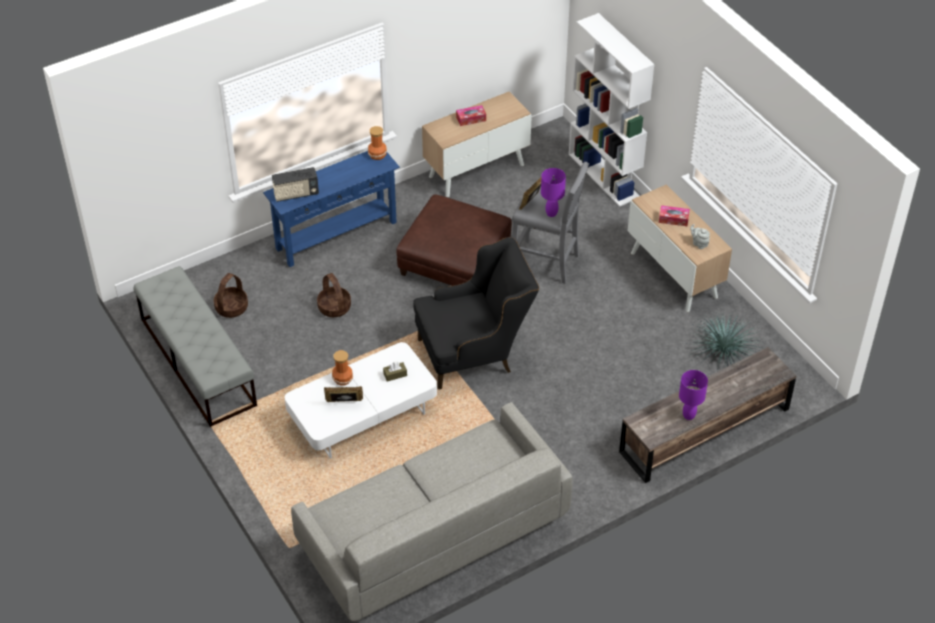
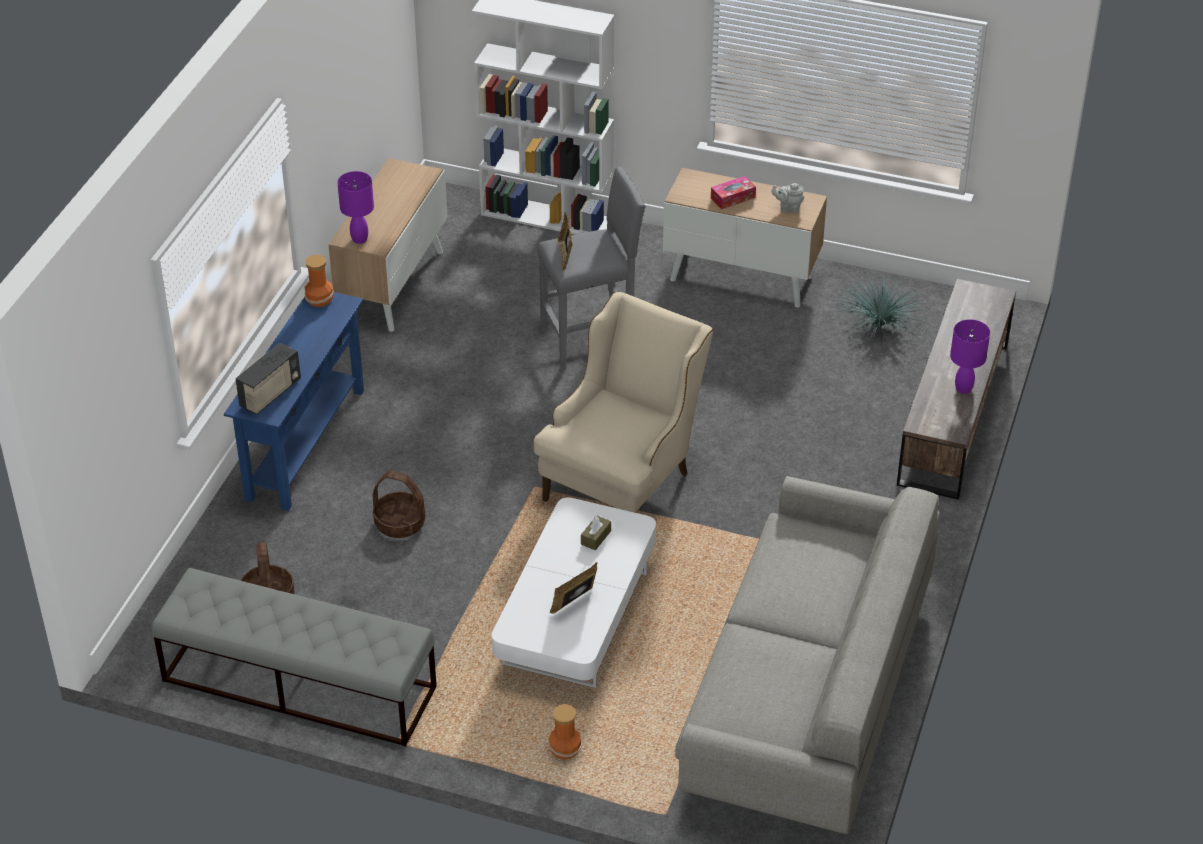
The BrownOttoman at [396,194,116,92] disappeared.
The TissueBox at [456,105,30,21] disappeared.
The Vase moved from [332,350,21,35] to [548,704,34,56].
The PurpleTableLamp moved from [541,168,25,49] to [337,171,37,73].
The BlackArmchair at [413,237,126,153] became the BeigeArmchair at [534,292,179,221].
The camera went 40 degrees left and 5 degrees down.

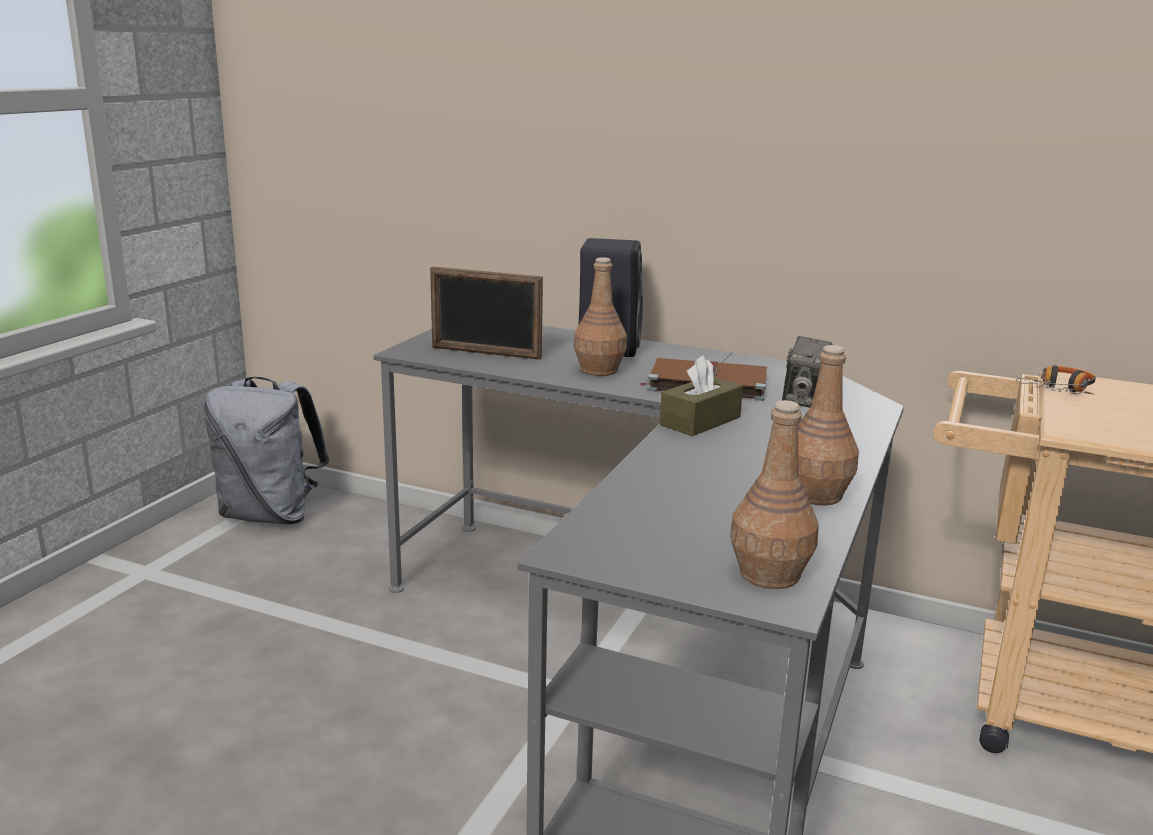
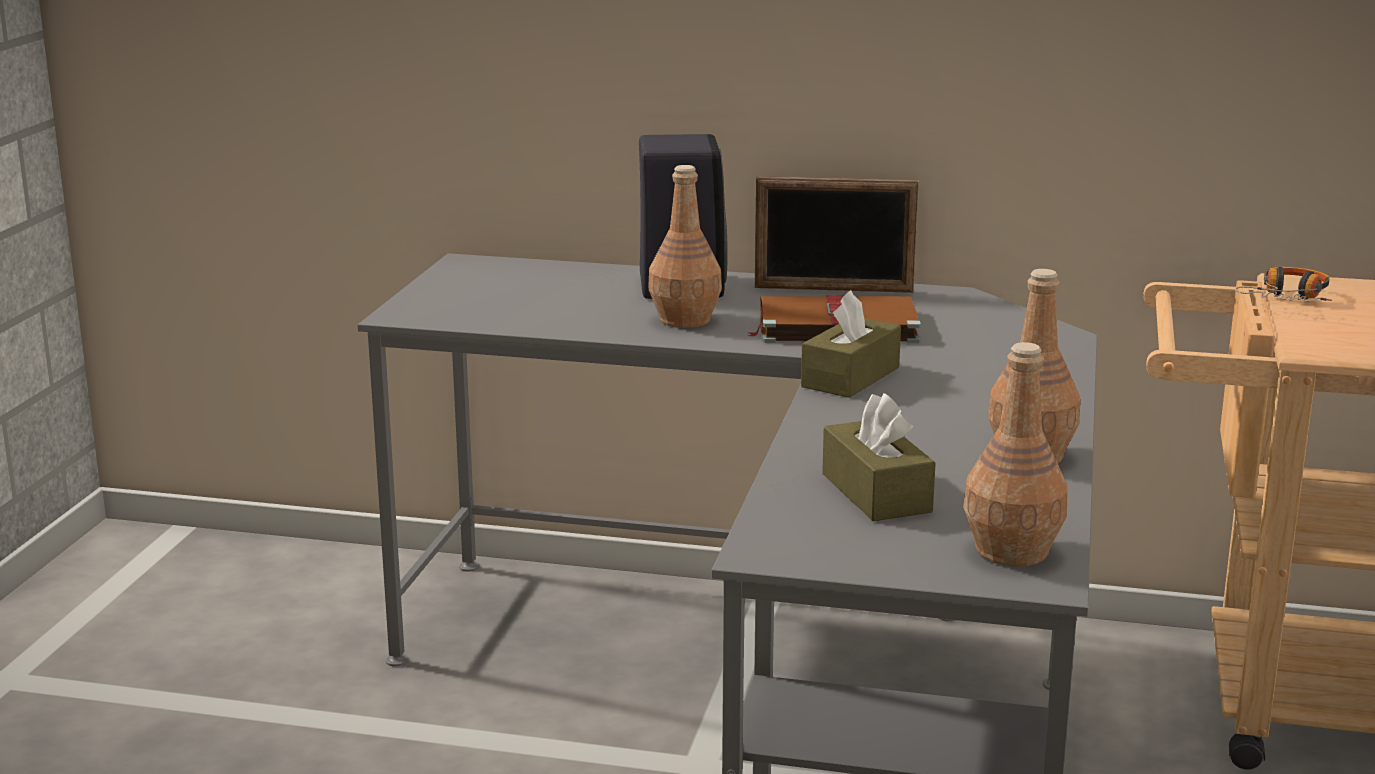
The GreyBackpack at [204,377,125,147] disappeared.
The PhotoCamera at [782,336,50,72] disappeared.
The BrownTissueBox at [822,393,114,128] appeared.
The PictureFrame moved from [430,267,113,93] to [755,176,164,117].
The camera went 10 degrees left and 0 degrees up.

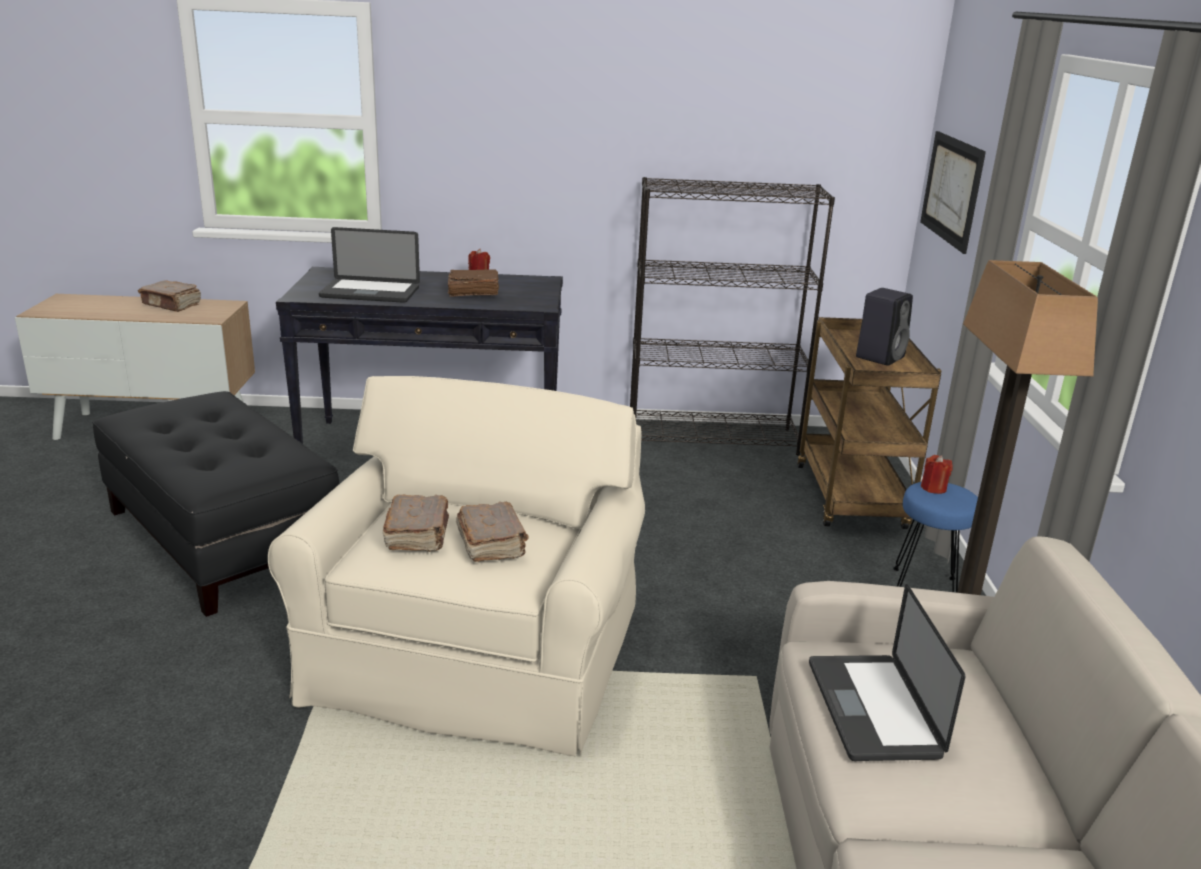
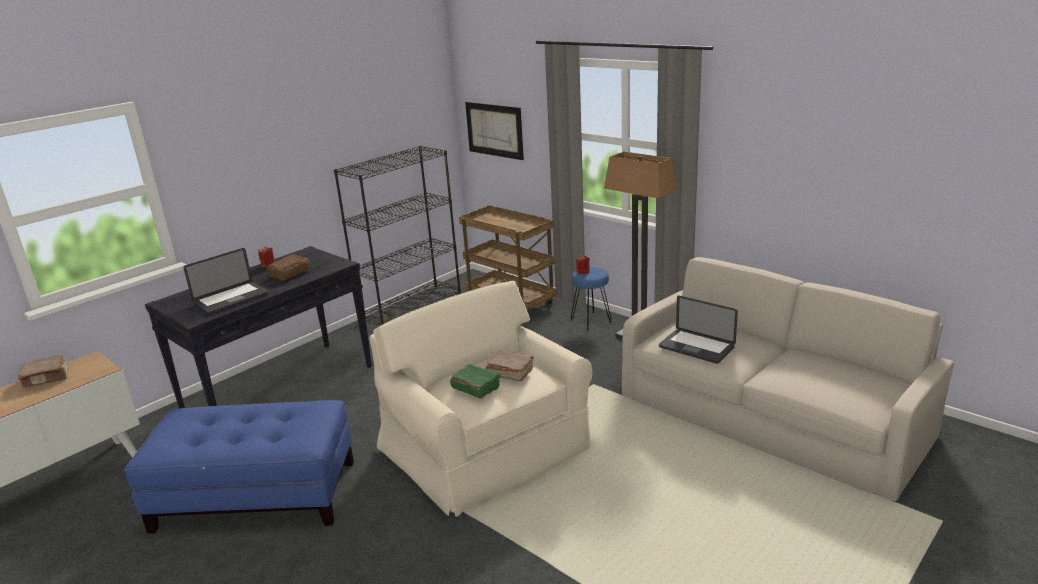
The BlackSpeaker at [856,288,57,78] disappeared.
The BlackOttoman at [92,391,248,226] became the BlueOttoman at [124,400,230,133].
The BrownBook at [383,495,66,57] became the GreenBook at [450,364,51,35].
The camera went 45 degrees left and 0 degrees up.

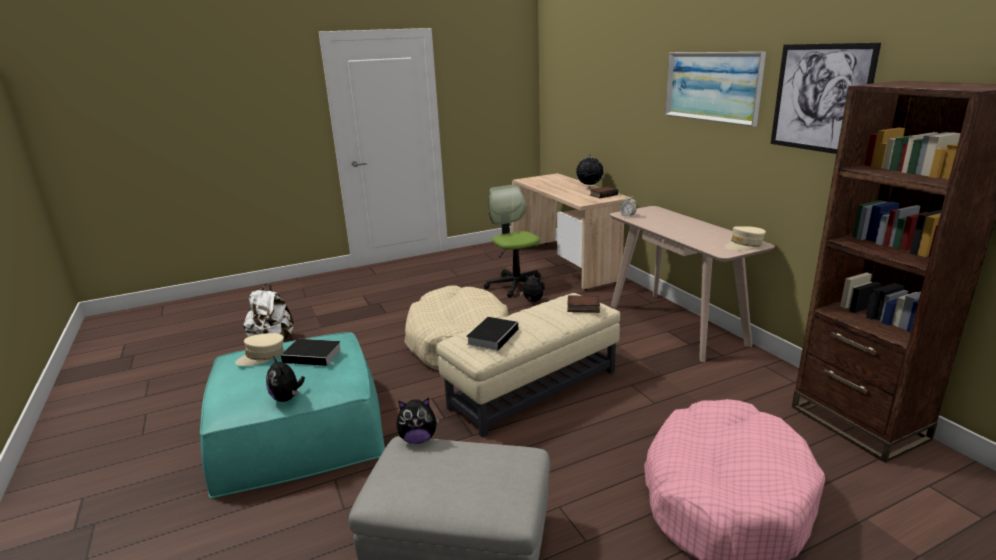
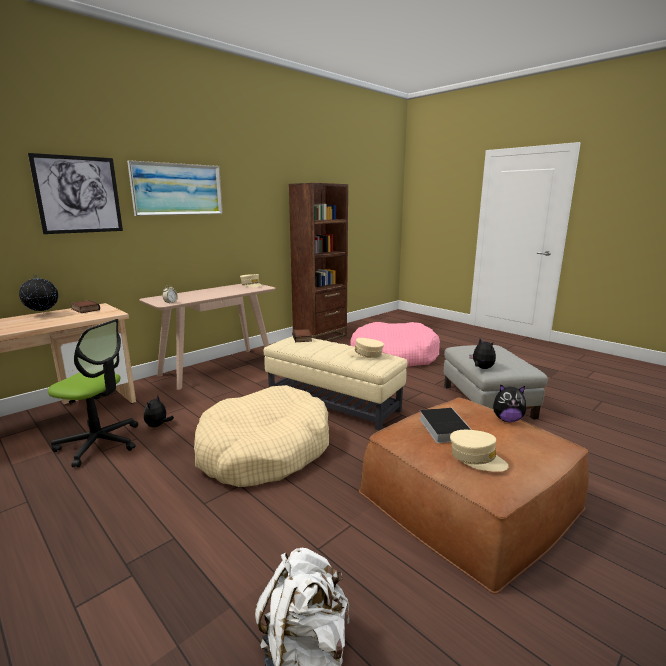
The Picture moved from [771,43,110,111] to [28,153,95,81].
The Book at [466,317,54,34] was replaced by the BeigeCap at [347,338,37,20].
The TurquoiseOttoman at [200,332,185,166] became the BrownOttoman at [359,397,230,197].
The PlushToy at [266,356,39,46] turned 60 degrees clockwise.
The OfficeChair at [484,184,61,114] turned 120 degrees counterclockwise.
The camera went 110 degrees left and 5 degrees down.

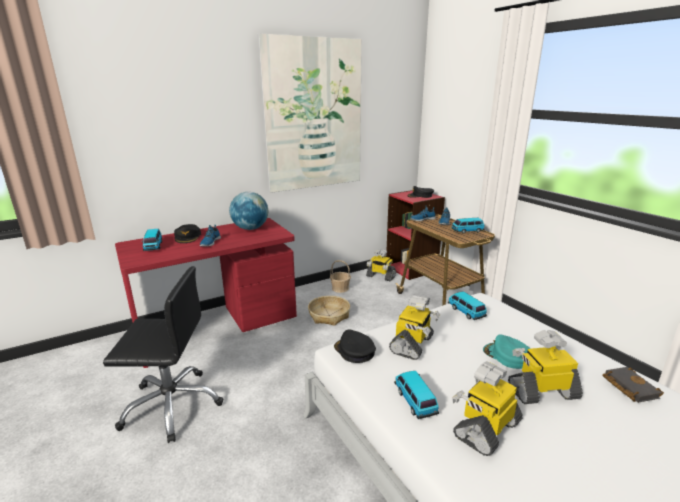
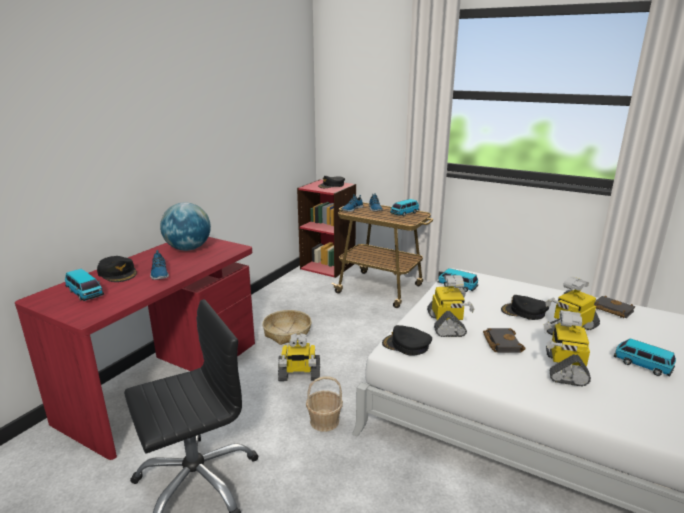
The Picture at [257,33,105,160] disappeared.
The BlackBook at [483,328,43,25] appeared.
The Basket moved from [330,260,21,33] to [306,376,37,56].
The ToyRobot moved from [366,249,30,32] to [278,333,42,48].
The ToyCar moved from [394,371,45,48] to [614,339,62,37].
The TurquoiseCap at [483,334,48,35] became the BlackCap at [501,295,48,25].
The camera went 30 degrees left and 0 degrees up.

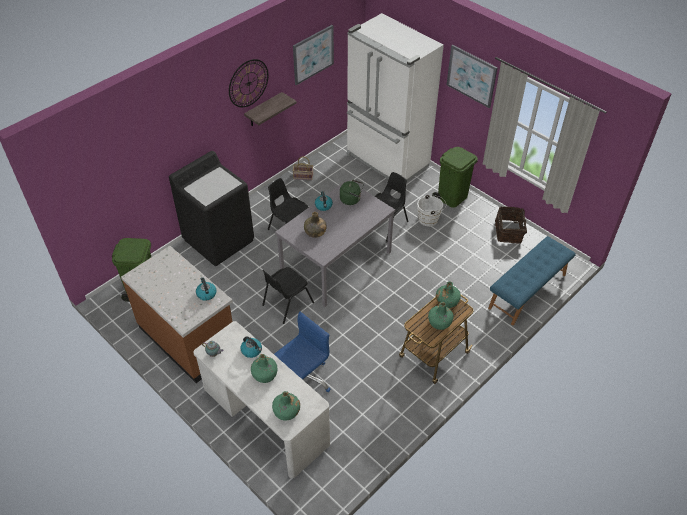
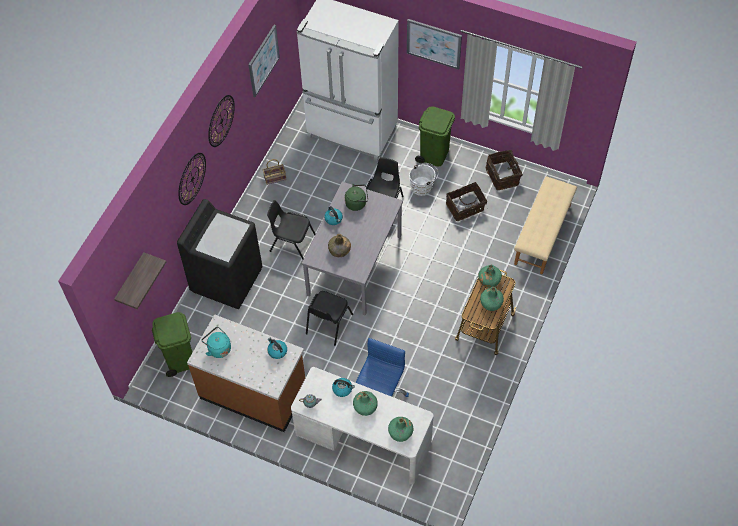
The WallClock at [178,153,28,52] appeared.
The TurquoiseKettle at [202,327,29,31] appeared.
The Basket at [446,182,41,39] appeared.
The Shelf moved from [244,92,53,34] to [114,252,52,57].
The BlueBench at [488,236,88,89] became the BeigeBench at [514,176,63,98].
The camera went 20 degrees left and 10 degrees up.

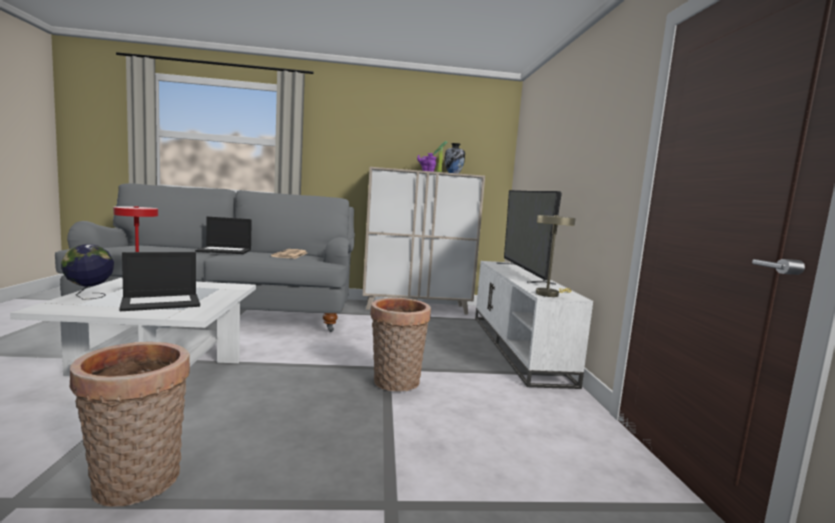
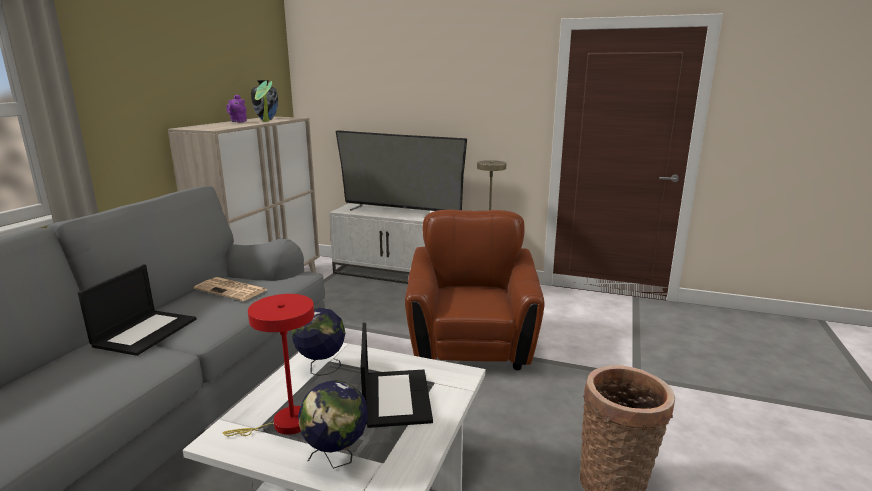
The Globe at [292,307,54,69] appeared.
The Basket at [370,298,61,94] was replaced by the BrownArmchair at [405,209,140,161].
The camera went 65 degrees left and 10 degrees up.

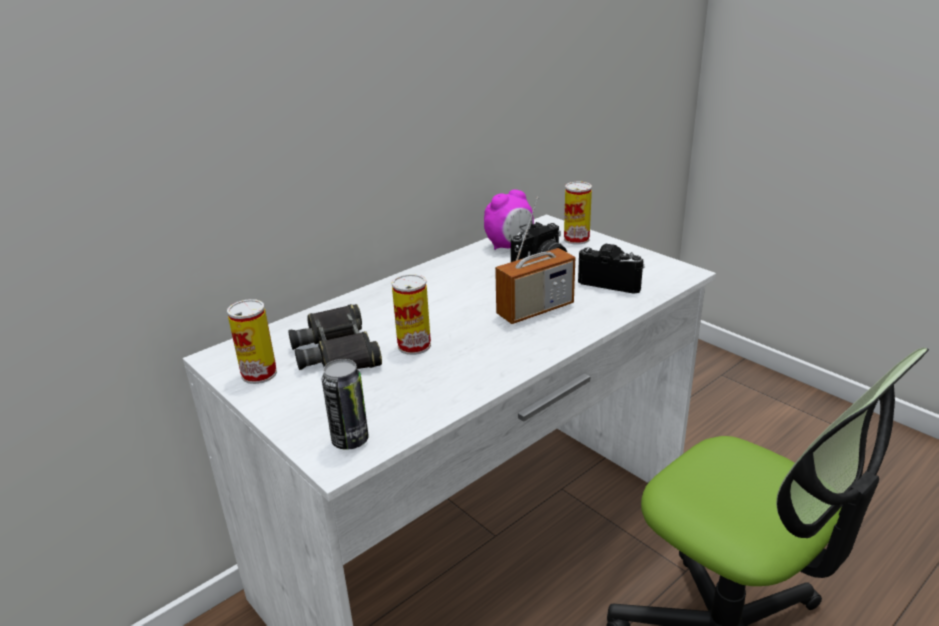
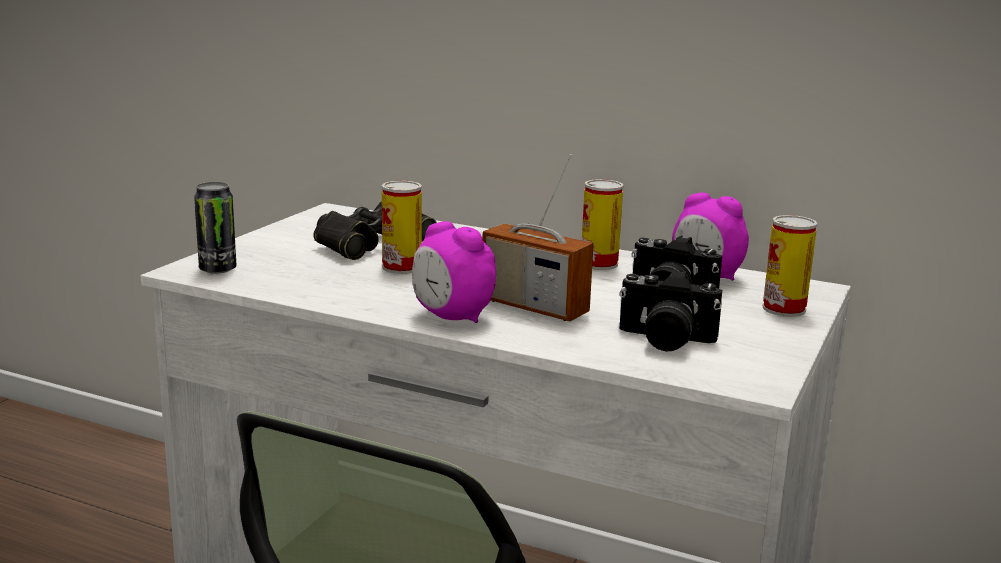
The AlarmClock at [412,221,84,102] appeared.
The Can moved from [227,299,50,85] to [582,179,41,91].
The PhotoCamera at [578,244,67,50] turned 105 degrees clockwise.
The camera went 65 degrees right and 10 degrees down.

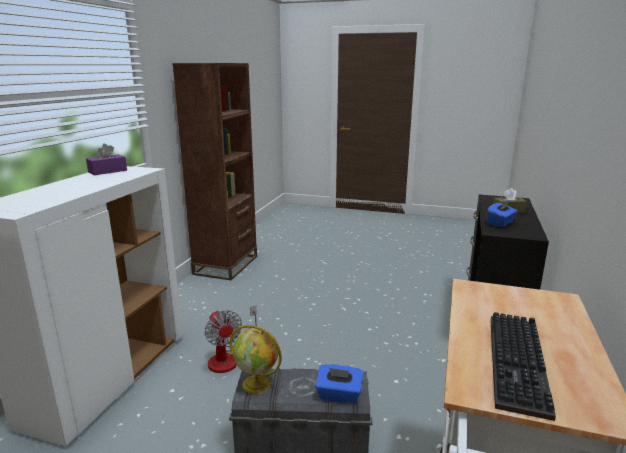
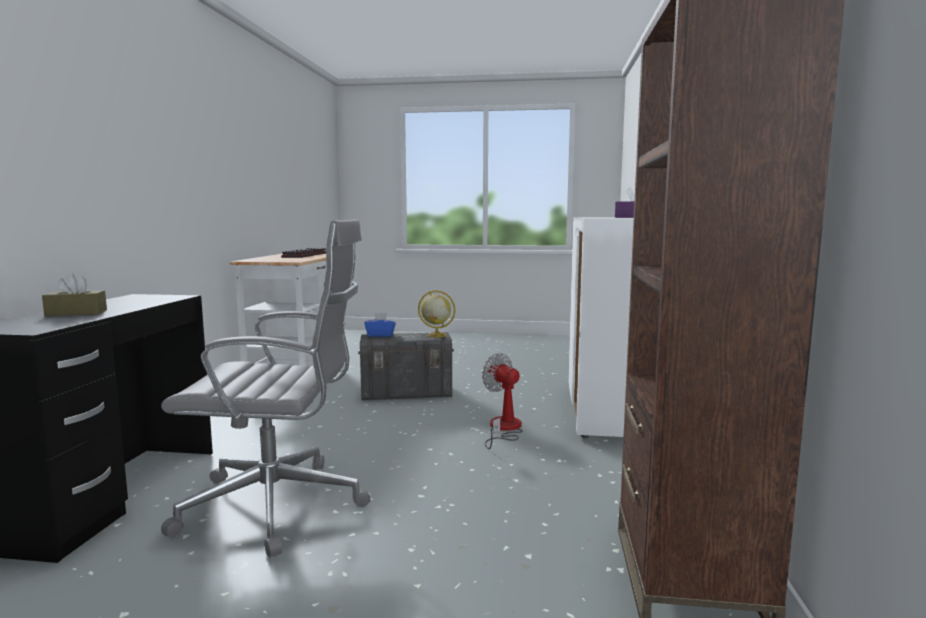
The BlueTissueBox at [487,200,30,27] disappeared.
The GreyOfficeChair at [161,219,209,338] appeared.
The camera went 170 degrees right and 10 degrees down.

